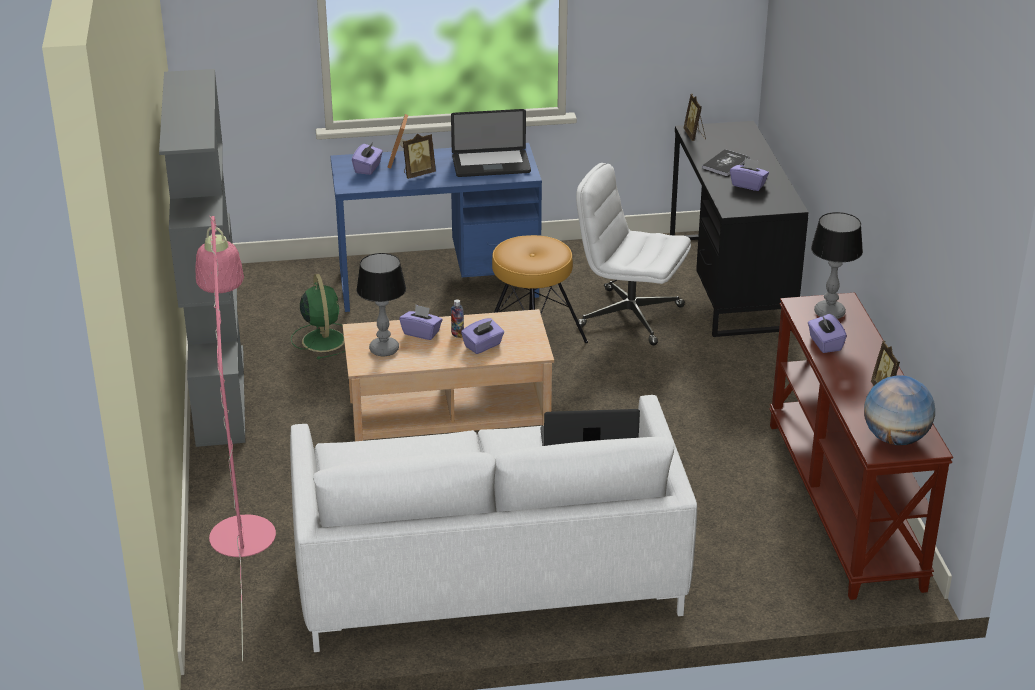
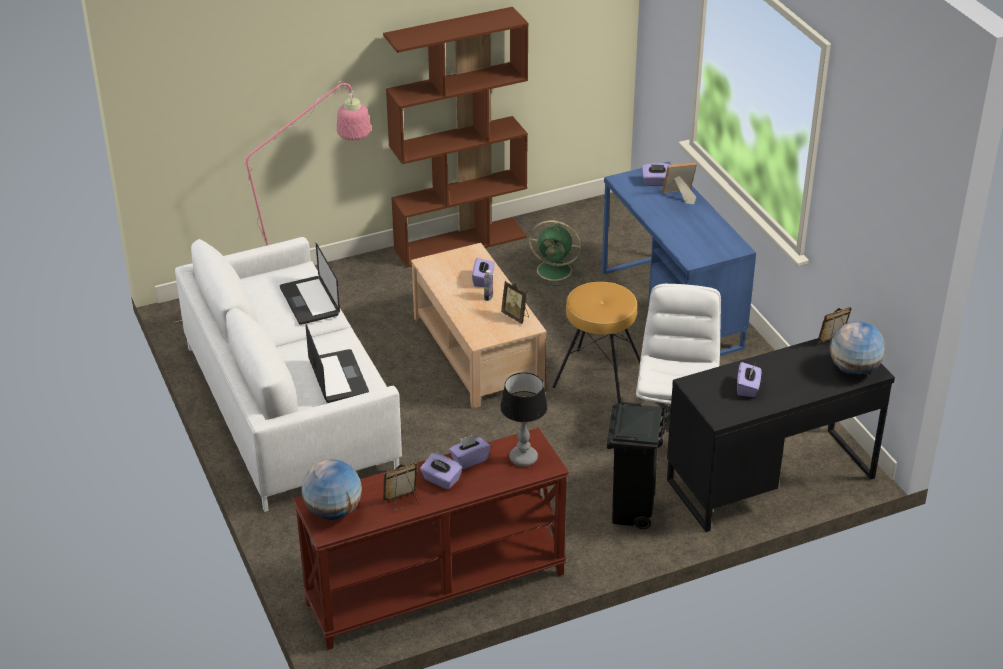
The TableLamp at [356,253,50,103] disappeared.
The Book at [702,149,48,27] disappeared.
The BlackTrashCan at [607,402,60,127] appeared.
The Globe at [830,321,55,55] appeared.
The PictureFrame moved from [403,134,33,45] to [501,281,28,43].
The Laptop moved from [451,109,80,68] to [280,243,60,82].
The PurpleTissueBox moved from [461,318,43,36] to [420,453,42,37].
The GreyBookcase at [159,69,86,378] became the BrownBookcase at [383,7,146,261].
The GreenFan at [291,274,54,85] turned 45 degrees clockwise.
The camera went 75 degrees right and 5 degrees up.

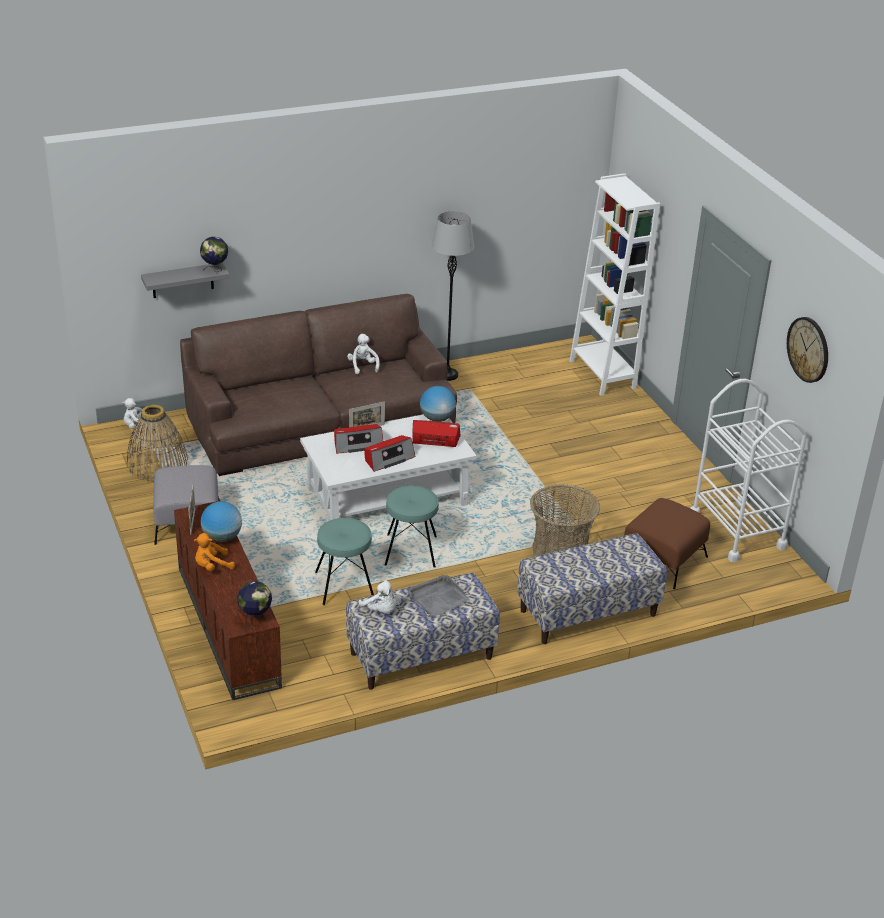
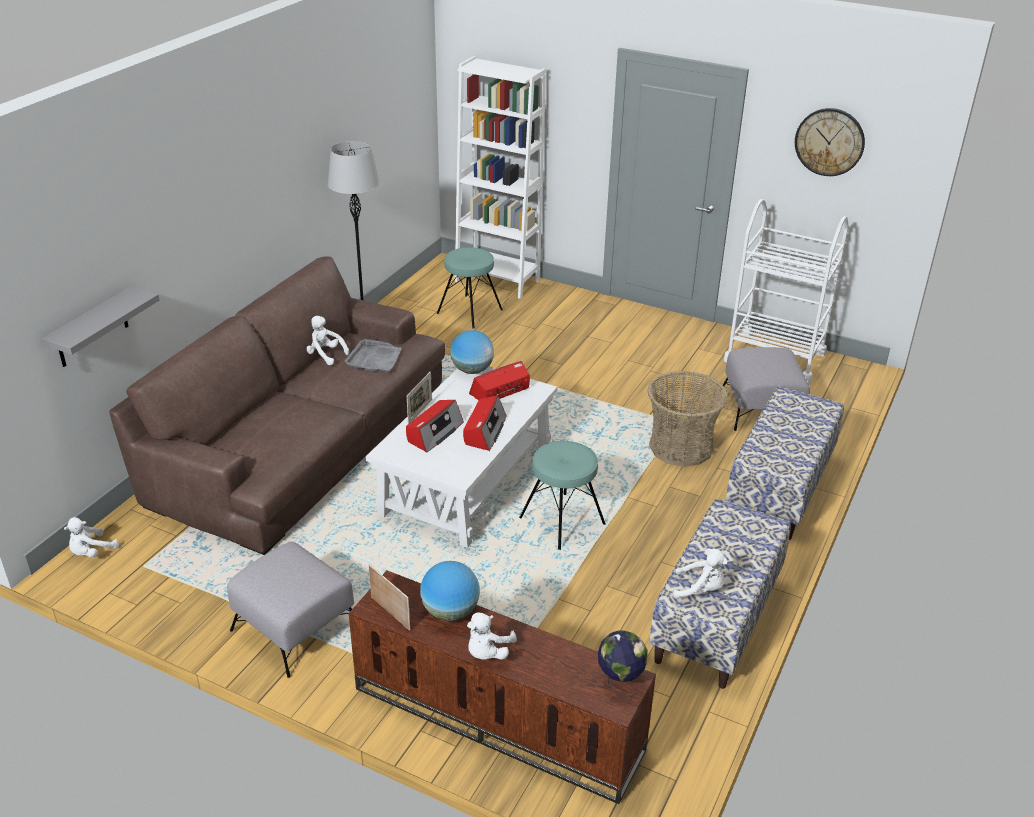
The Basket at [127,405,61,77] disappeared.
The Globe at [200,237,28,35] disappeared.
The TurquoiseStool moved from [315,518,59,87] to [437,247,66,82].
The GreyTray moved from [408,575,61,42] to [345,339,57,33].
The OrangePlushToy at [194,533,41,38] became the WhitePlushToy at [467,612,50,48].
The BrownOttoman at [624,498,86,91] became the GreyOttoman at [721,347,89,84].
The camera went 40 degrees left and 0 degrees up.

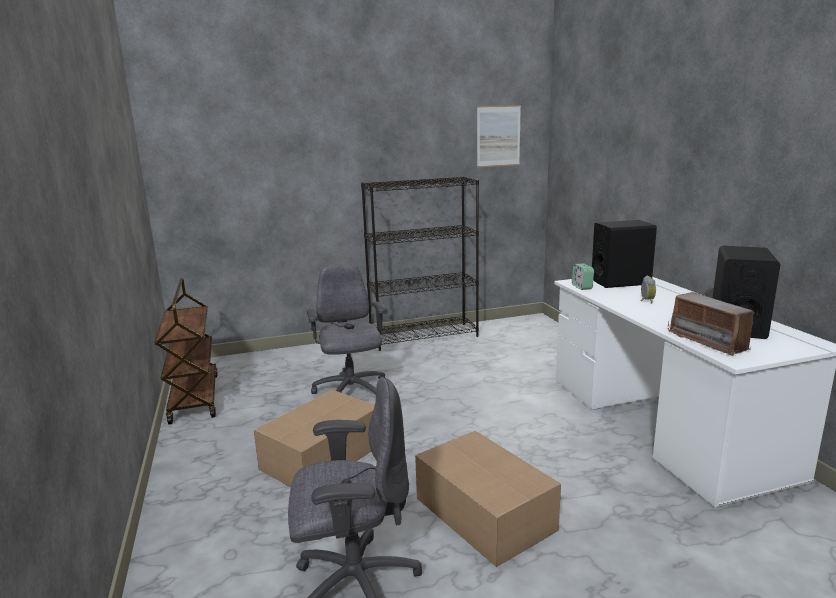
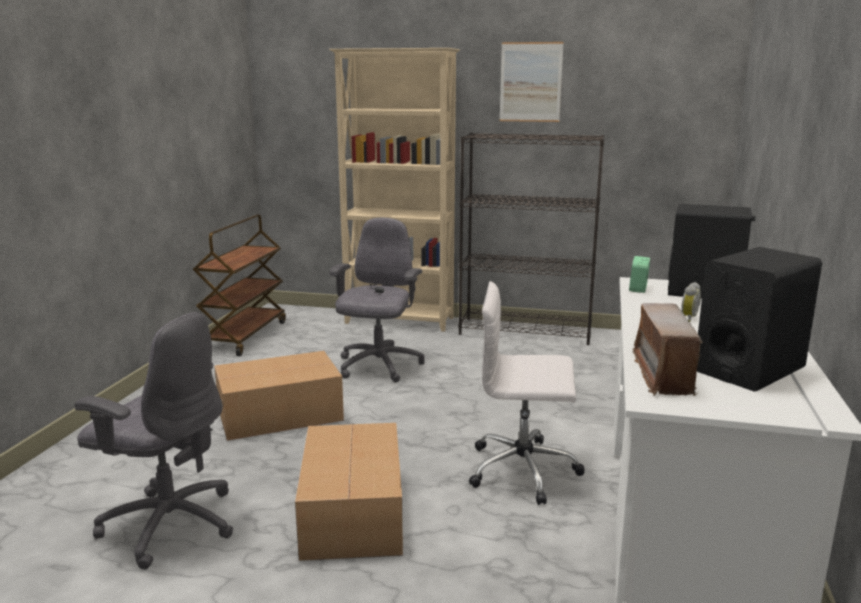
The BeigeBookcase at [329,48,131,284] appeared.
The WhiteOfficeChair at [469,281,116,224] appeared.
The Picture moved from [477,105,44,62] to [500,42,64,80].
The camera went 30 degrees right and 0 degrees up.

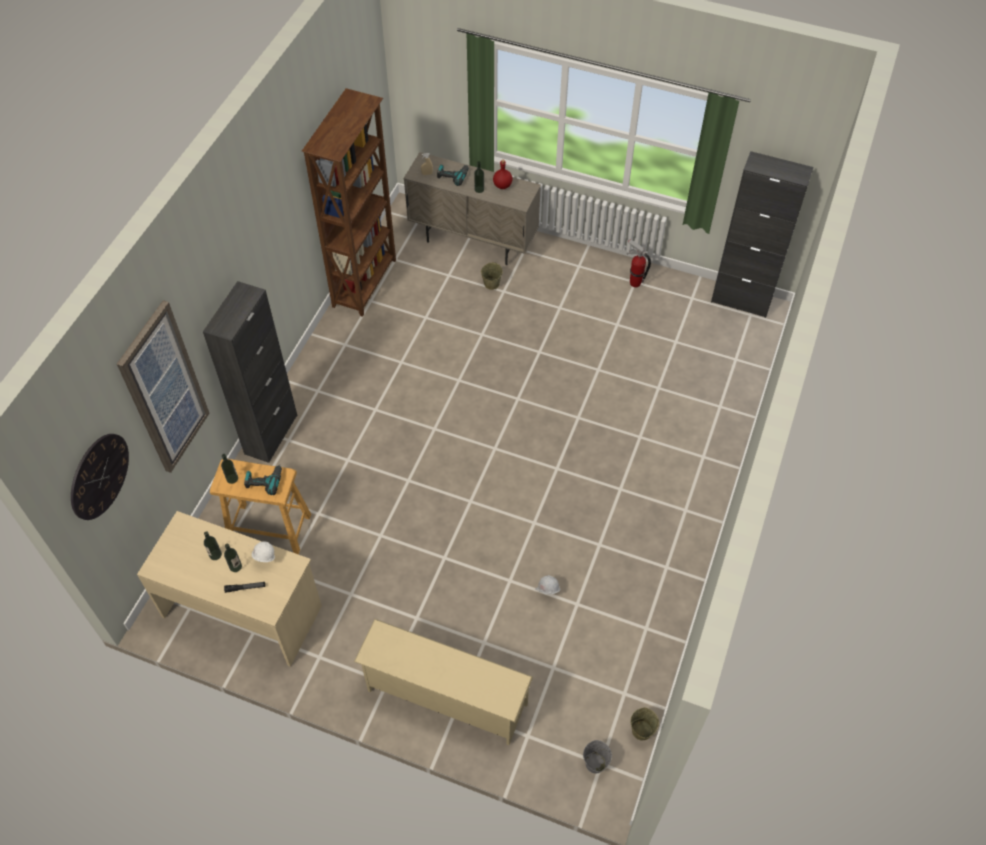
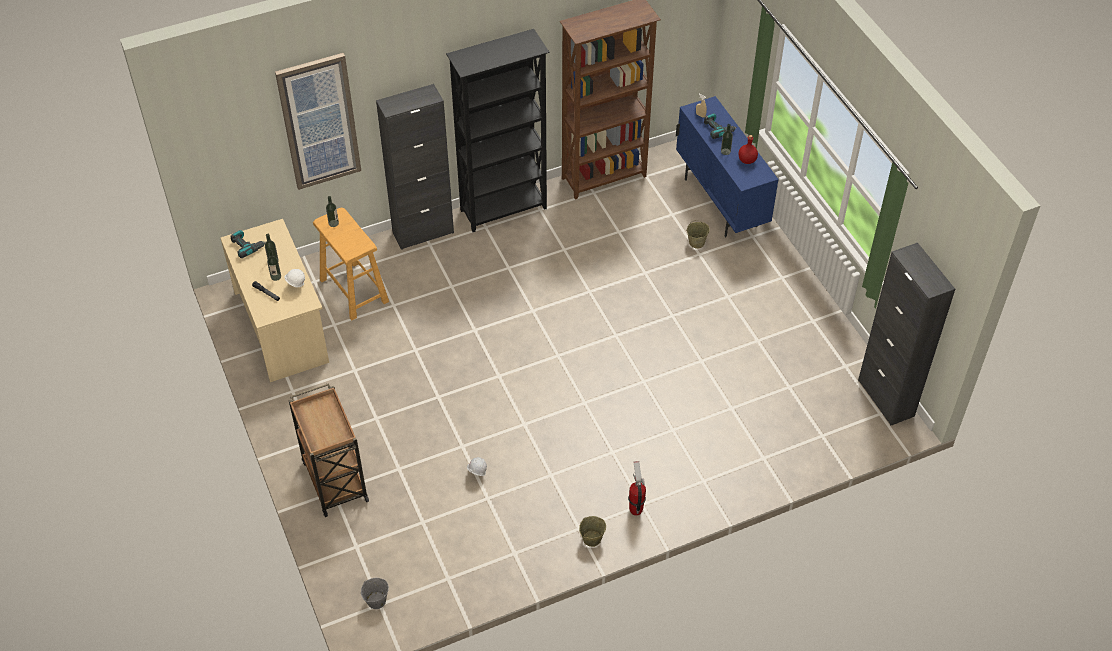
The WallClock at [71,434,58,86] disappeared.
The BlackBookcase at [446,29,104,203] appeared.
The PowerDrill moved from [244,464,38,31] to [230,230,36,28].
The FireExtinguisher moved from [627,239,24,48] to [628,461,18,55].
The BeigeBucket moved from [630,708,29,33] to [579,516,27,31].
The BeigeShoeRack at [354,619,179,126] was replaced by the BrownCart at [289,383,80,134].
The BeigeCabinet at [404,152,137,113] became the BlueCabinet at [676,96,103,142].
The camera went 45 degrees right and 5 degrees down.

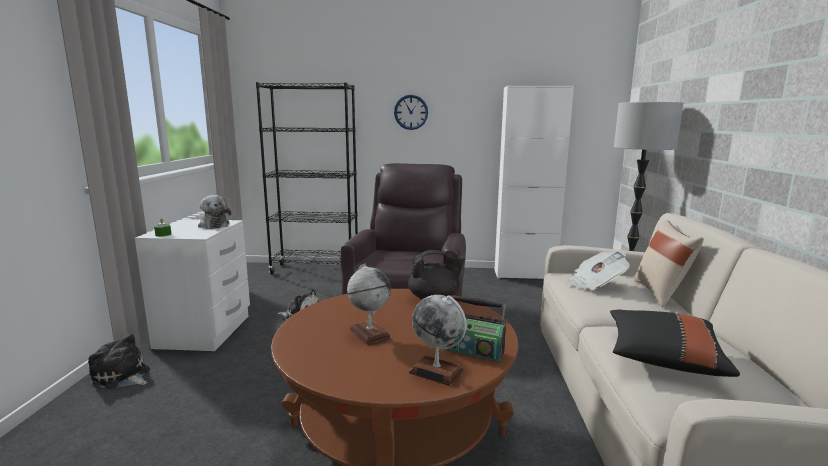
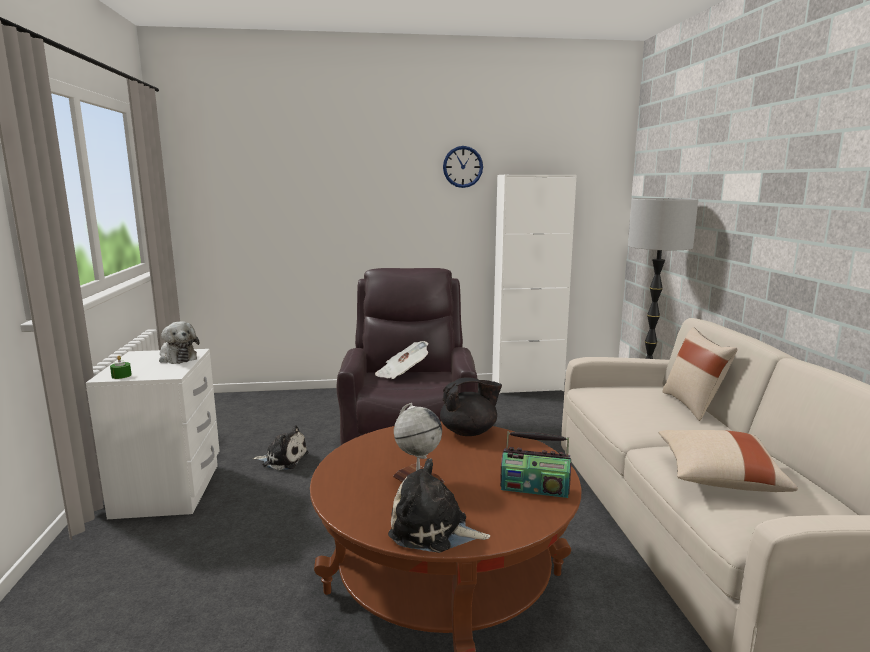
The BlackBookcase at [256,82,102,192] disappeared.
The Globe at [409,295,58,91] disappeared.
The PlushToy moved from [88,334,62,55] to [388,458,102,95].
The WallClock moved from [394,95,34,35] to [443,146,40,42].
The Newspaper moved from [566,251,64,39] to [375,341,54,38].
The BlackPillow at [610,310,130,67] became the BeigePillow at [659,430,139,62].
The camera went 10 degrees left and 0 degrees up.

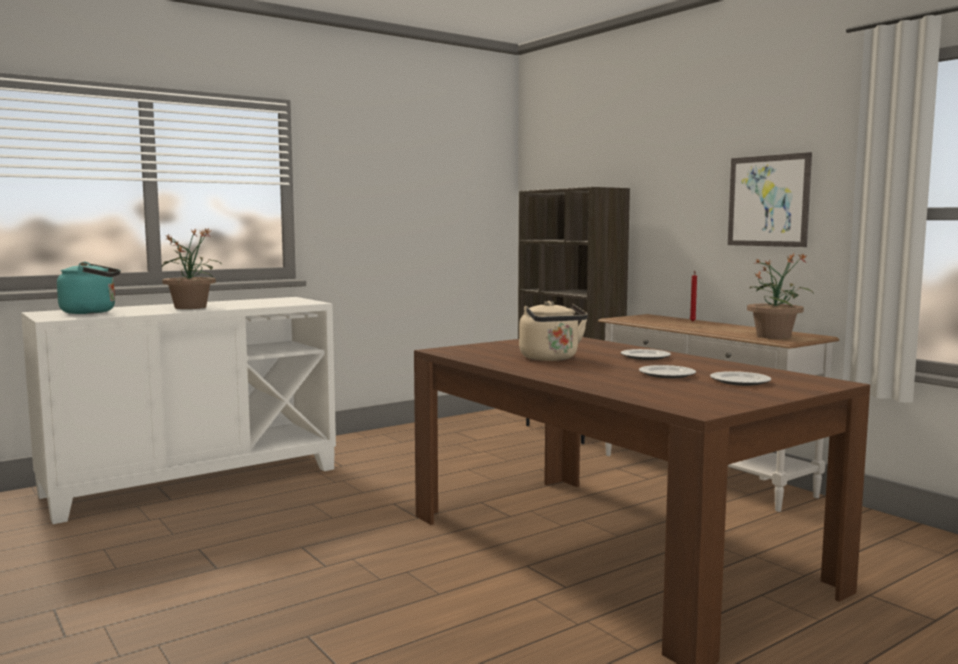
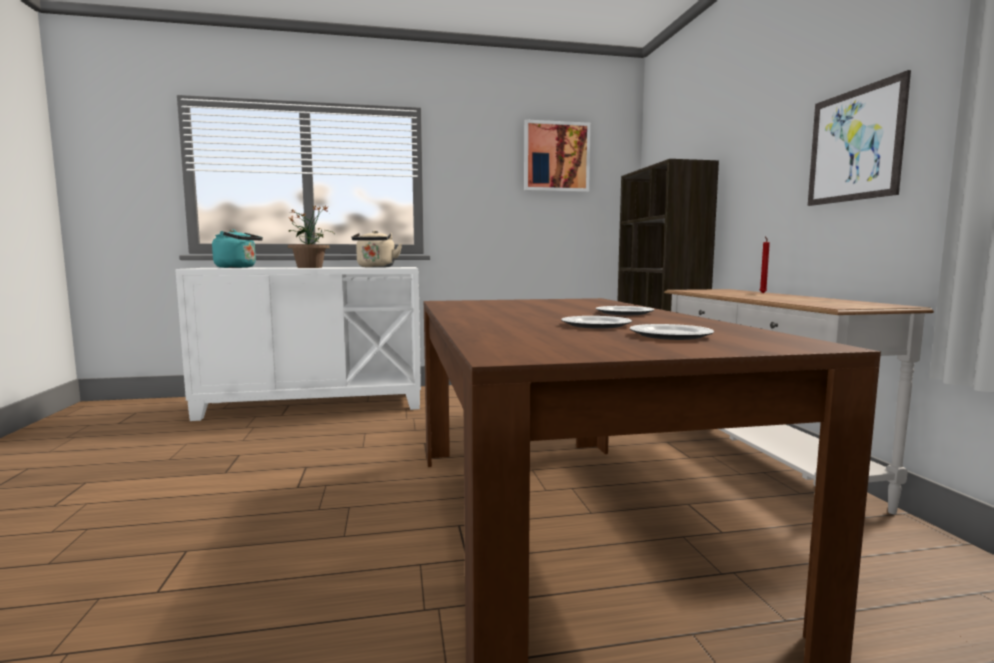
The PottedPlant at [747,253,67,86] disappeared.
The Picture at [524,119,67,73] appeared.
The BeigeKettle moved from [519,301,69,60] to [352,230,50,38].
The camera went 25 degrees right and 0 degrees up.

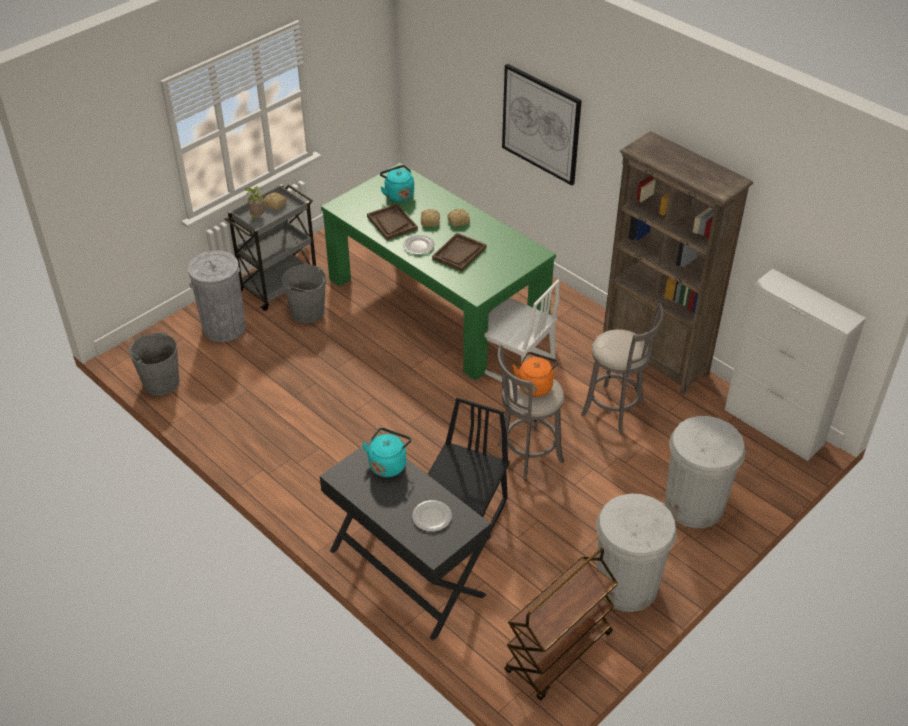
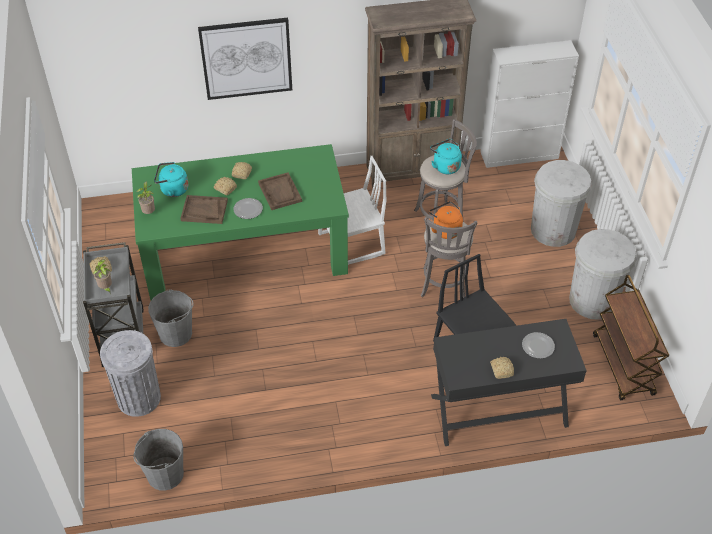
The PottedPlant at [137,182,18,32] appeared.
The Bread at [490,357,24,22] appeared.
The TurquoiseKettle moved from [362,428,49,49] to [430,139,32,35].
The camera went 55 degrees left and 5 degrees up.

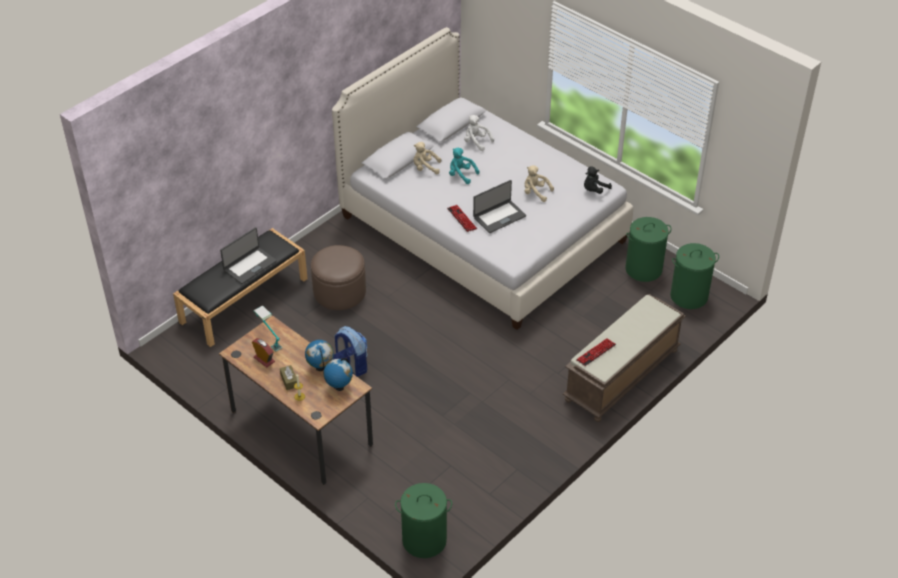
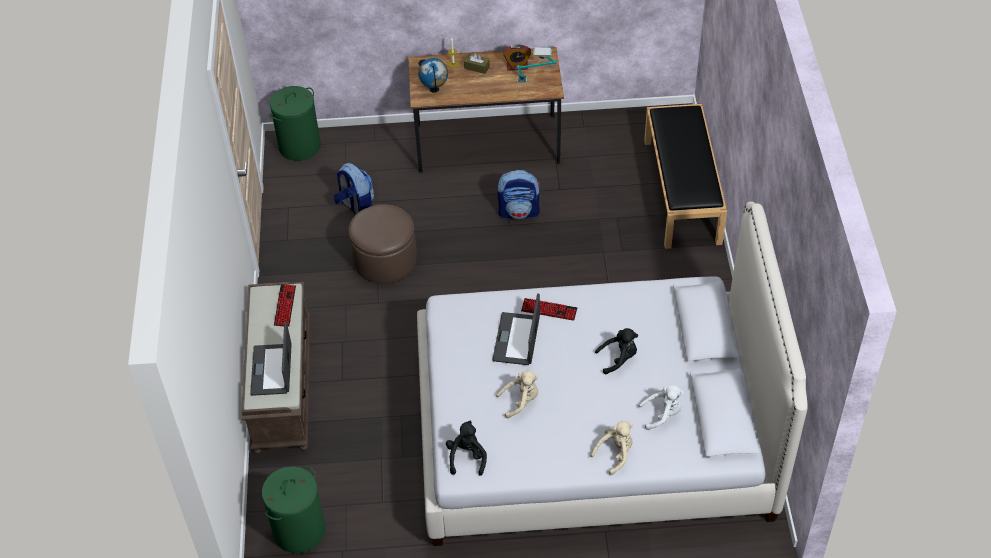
The Globe at [305,340,29,31] disappeared.
The GreenLaundryBasket at [625,217,46,65] disappeared.
The Backpack at [333,163,41,51] appeared.
The Laptop moved from [220,227,57,57] to [250,322,42,74].
The BrownOttoman moved from [311,245,55,65] to [349,204,68,80].
The BeigePlushToy moved from [413,142,28,32] to [590,421,43,54].
The TurquoisePlushToy at [449,148,30,36] became the BlackPlushToy at [595,328,43,46].
The camera went 135 degrees right and 5 degrees up.

